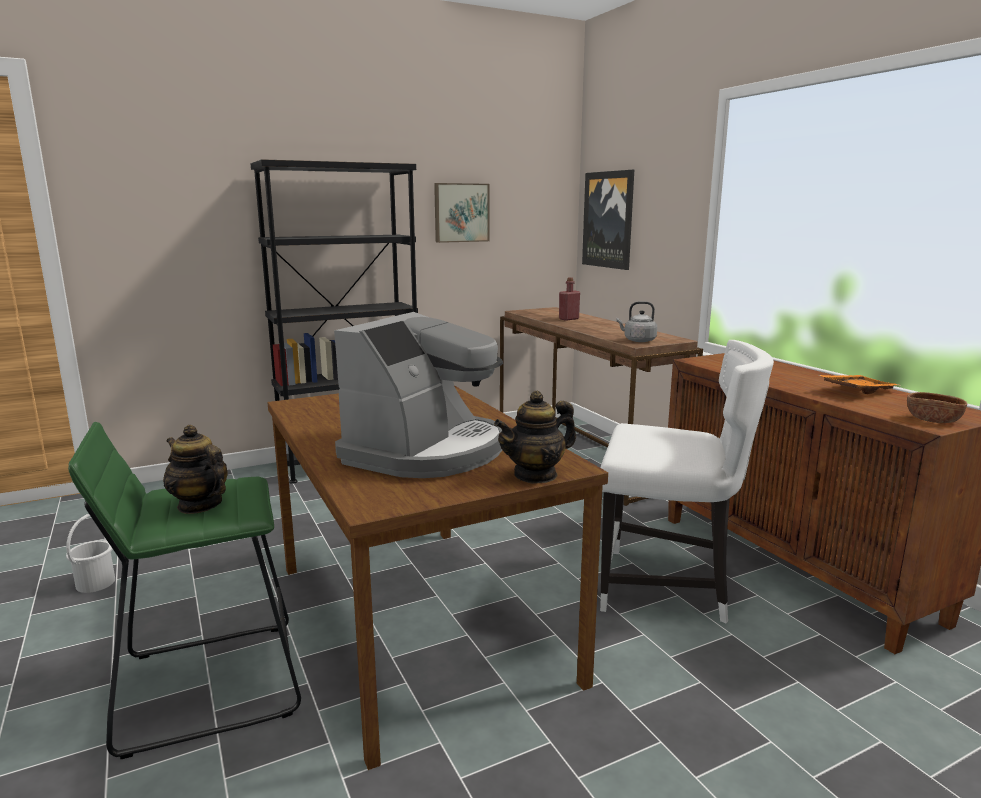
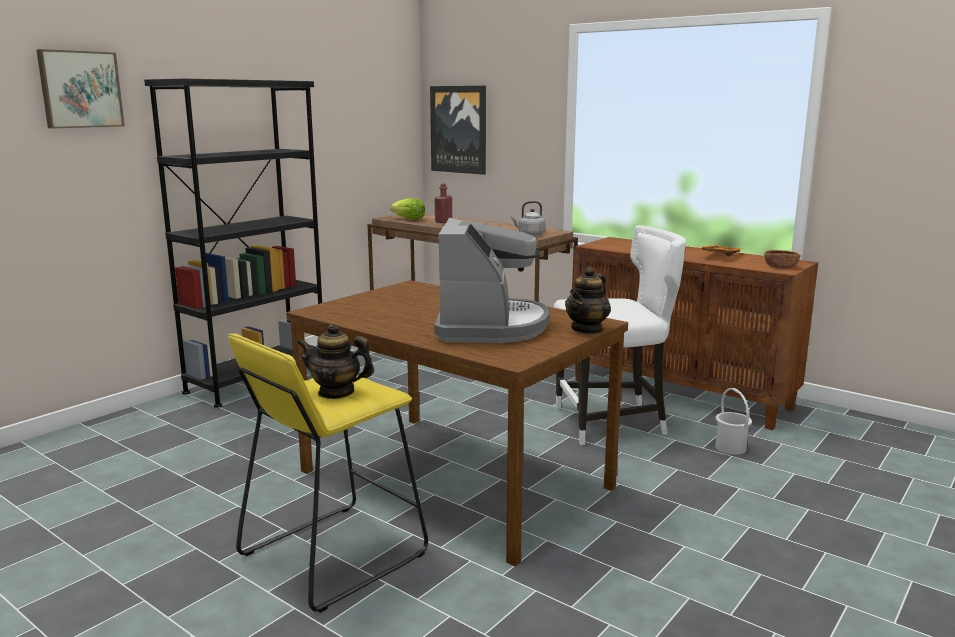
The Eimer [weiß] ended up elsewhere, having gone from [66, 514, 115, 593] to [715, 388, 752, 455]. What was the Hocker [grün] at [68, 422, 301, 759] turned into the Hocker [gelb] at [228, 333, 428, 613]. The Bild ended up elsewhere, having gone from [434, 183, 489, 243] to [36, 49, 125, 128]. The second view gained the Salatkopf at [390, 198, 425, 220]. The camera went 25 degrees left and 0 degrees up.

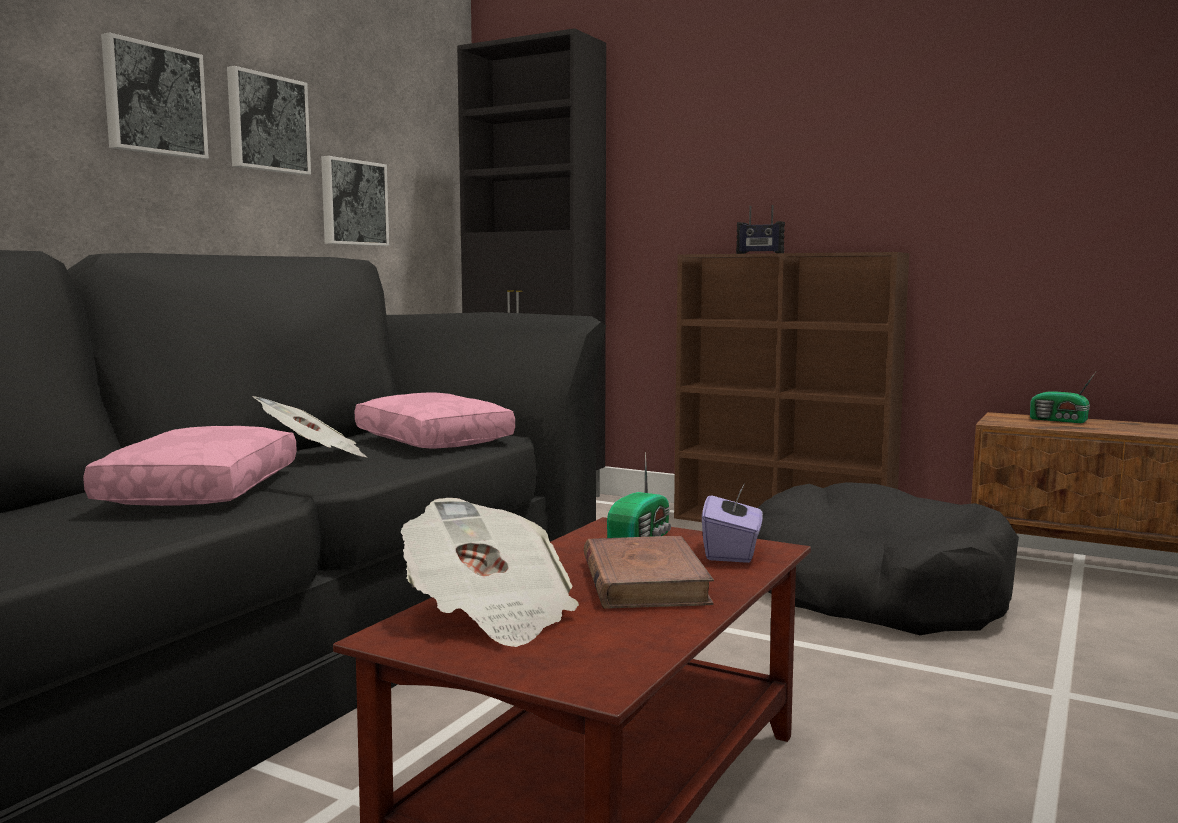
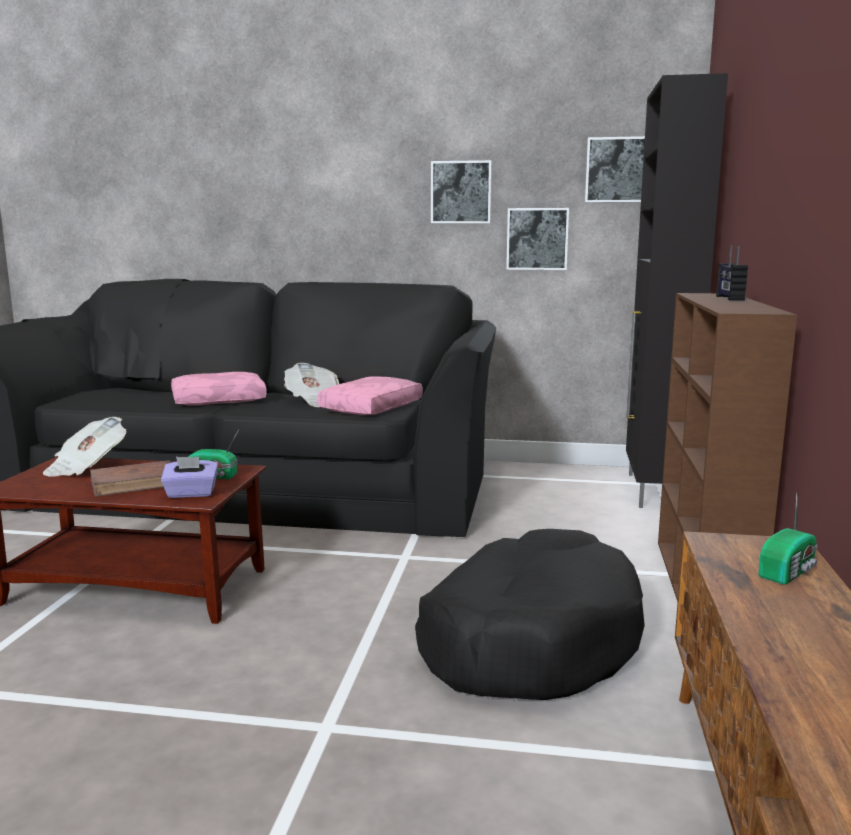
The Bild ended up elsewhere, having gone from [101, 32, 209, 160] to [585, 136, 645, 203]. The Radio at [1030, 372, 1096, 423] ended up facing another way, 150 degrees counterclockwise from before. The camera went 70 degrees right and 5 degrees up.

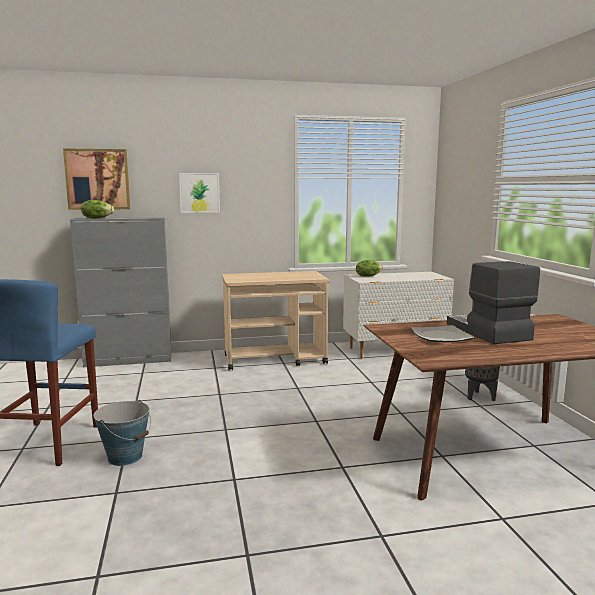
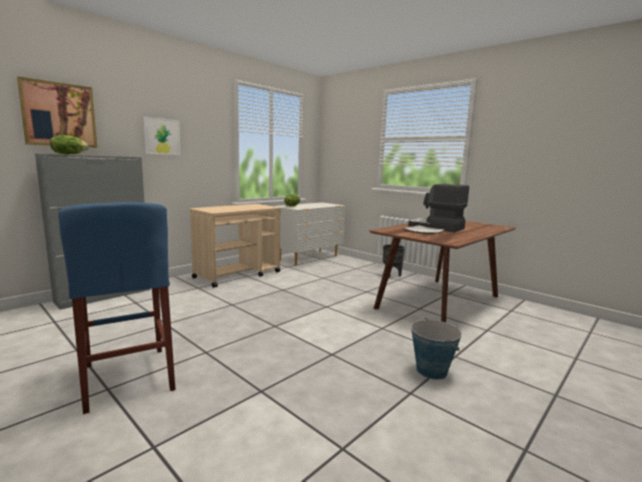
The Eimer ended up elsewhere, having gone from [94, 400, 151, 466] to [411, 318, 462, 380]. The camera went 35 degrees left and 0 degrees up.

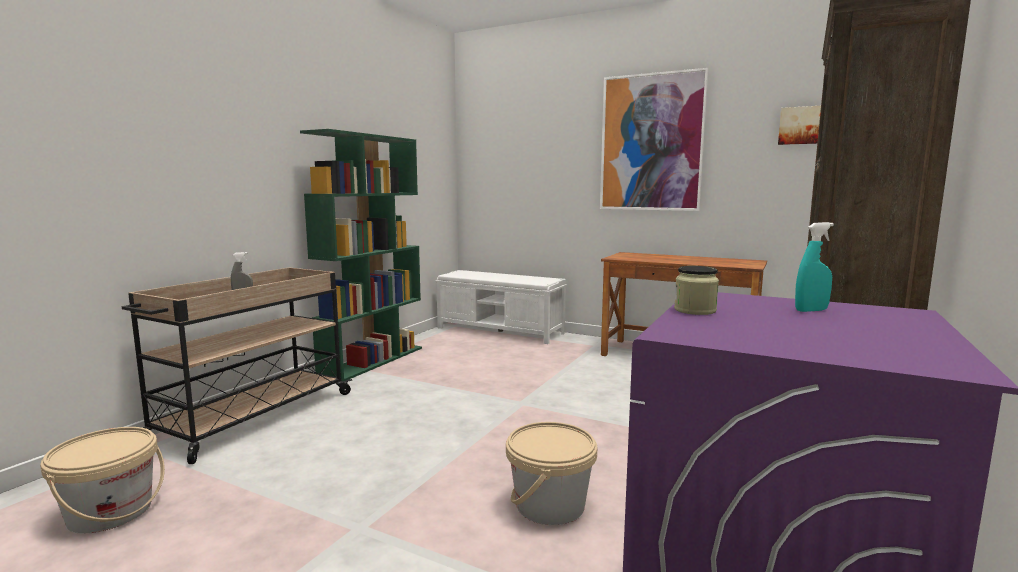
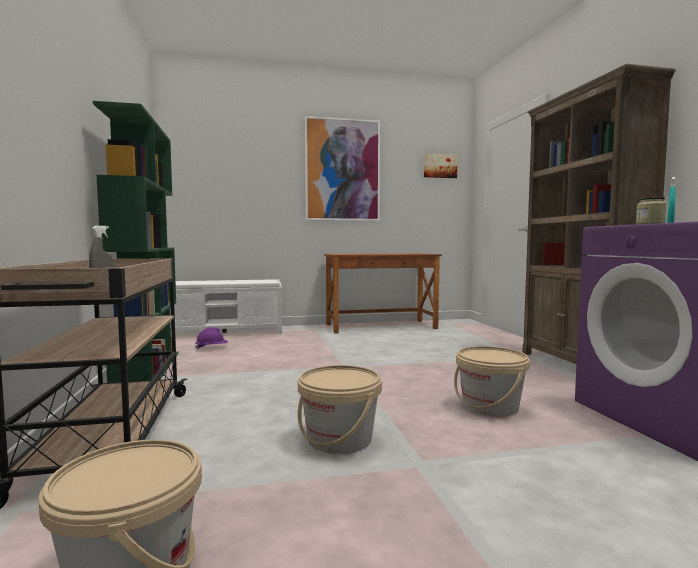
The second view gained the Schutzhelm [lila] at [195, 327, 228, 350]. The second view gained the Eimer [beige] at [298, 365, 382, 454]. The camera went 40 degrees left and 5 degrees down.

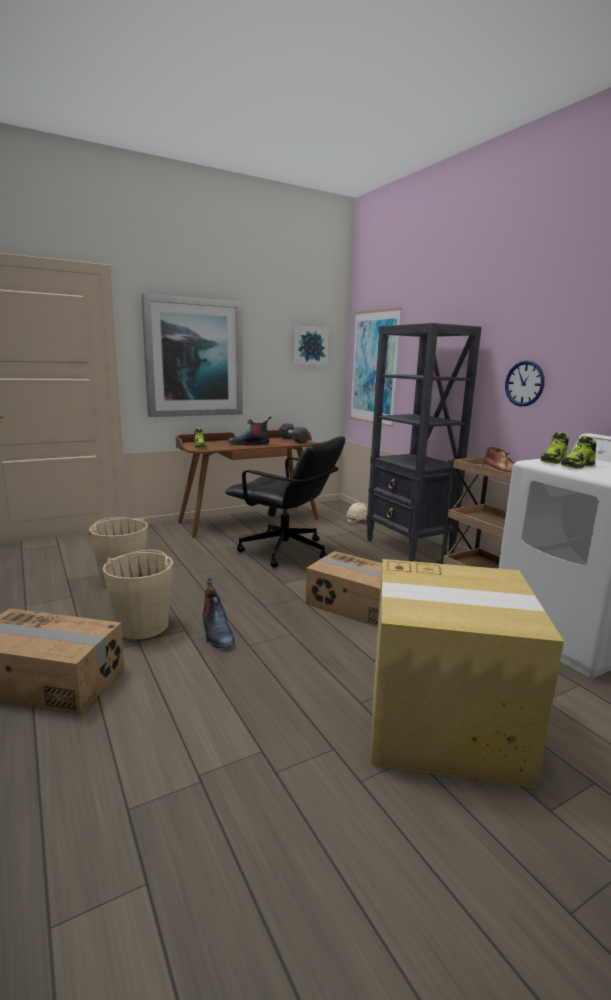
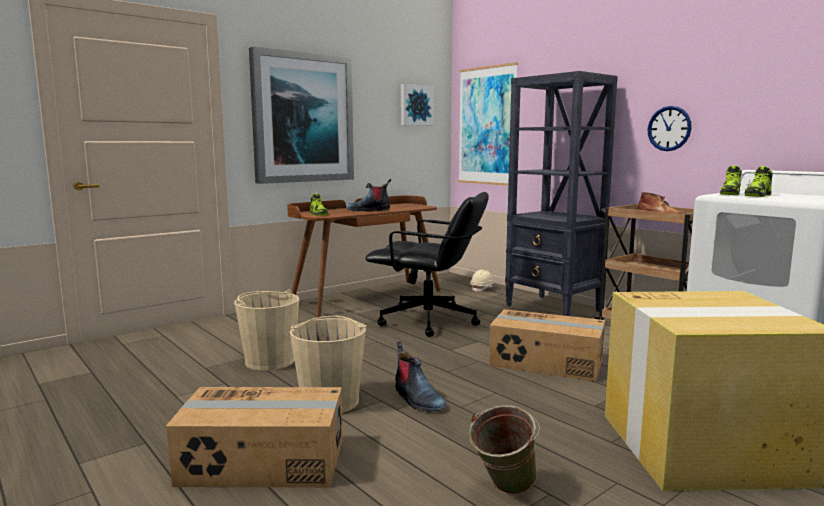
The second view lost the Hantel [schwarz] at [279, 423, 309, 444]. The second view gained the Eimer [grün] at [469, 405, 540, 495]. The camera went 10 degrees left and 5 degrees down.

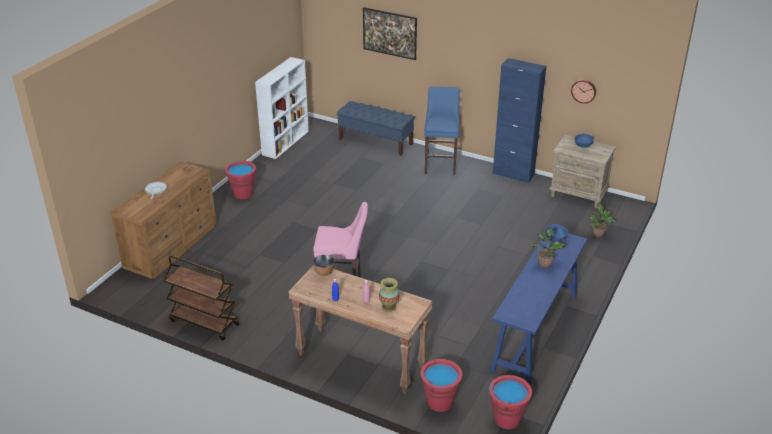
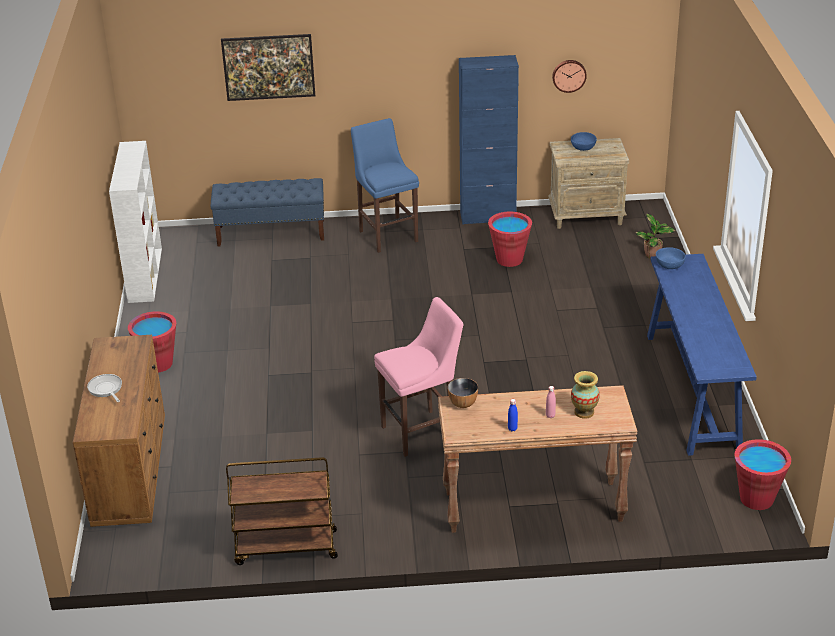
The Eimer [rot] ended up elsewhere, having gone from [421, 359, 462, 412] to [488, 211, 532, 267]. The second view lost the Topfpflanze at [530, 228, 564, 268]. The camera went 30 degrees left and 0 degrees up.

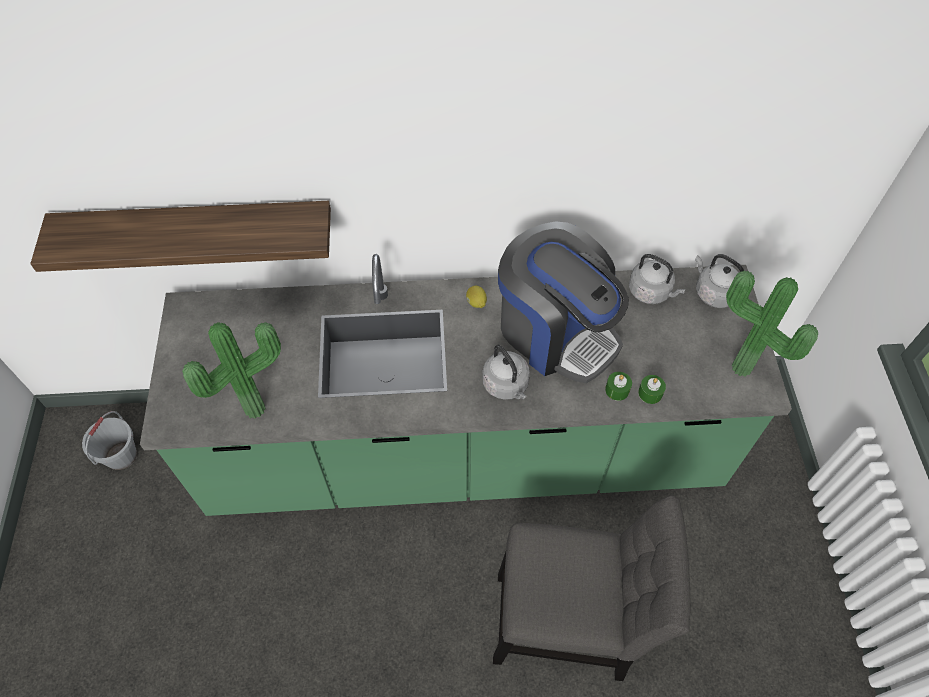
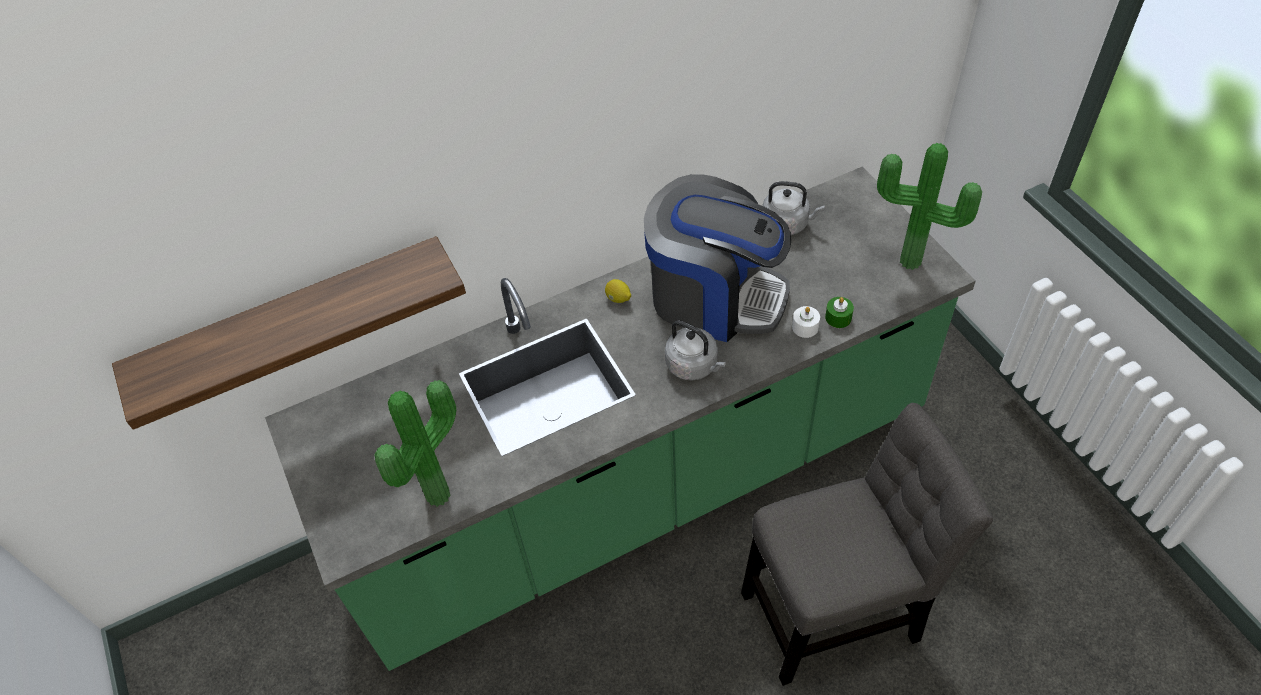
The second view lost the Eimer [grau] at [82, 411, 137, 470]. What was the Kerze [grün] at [605, 372, 632, 401] turned into the Kerze [weiß] at [792, 306, 820, 338]. The second view lost the Wasserkessel [grau] at [695, 254, 744, 308]. The camera went 20 degrees left and 5 degrees down.

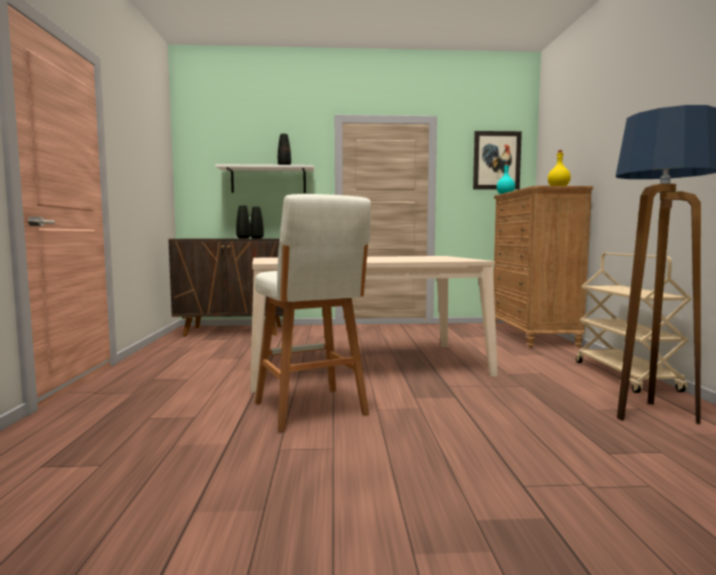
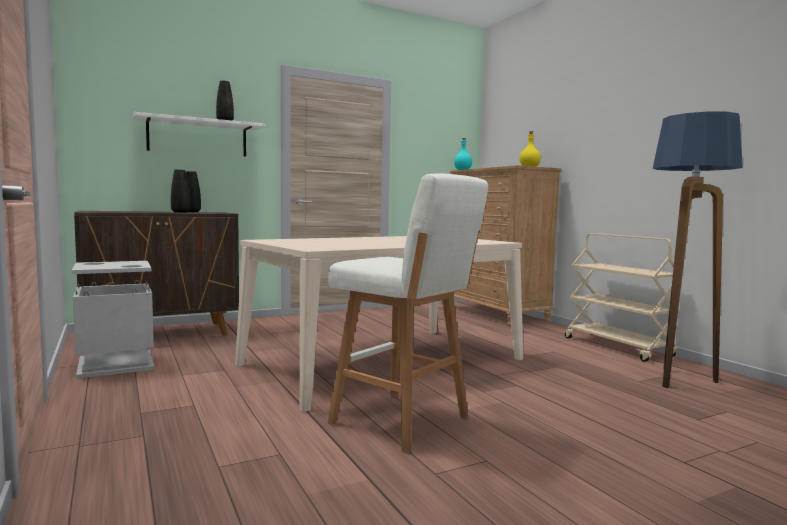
The second view lost the Bild at [473, 131, 522, 190]. The second view gained the Mülleimer [grau] at [71, 261, 154, 379]. The camera went 25 degrees left and 0 degrees up.

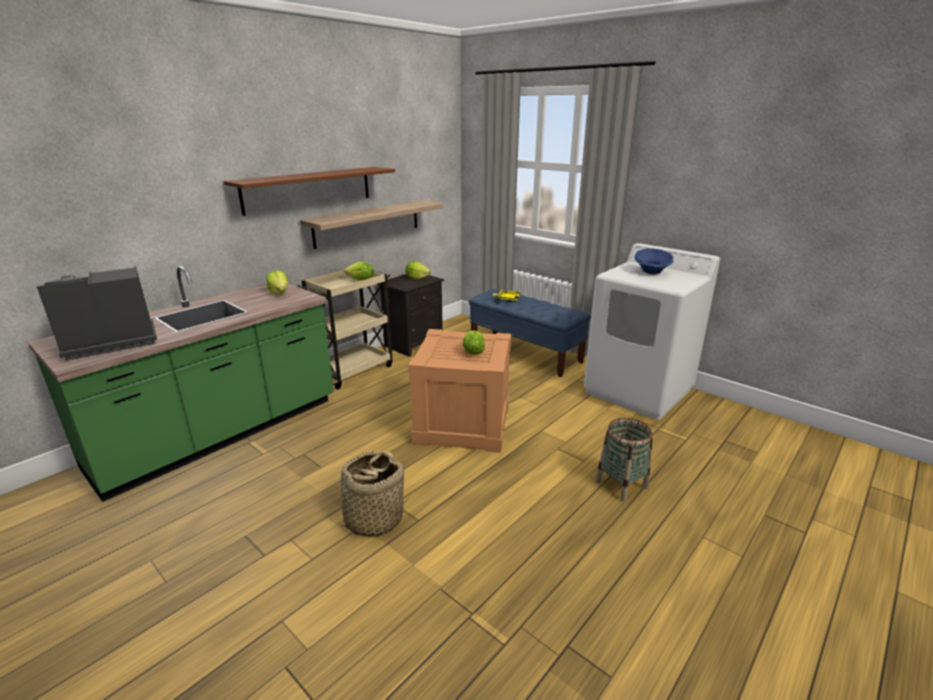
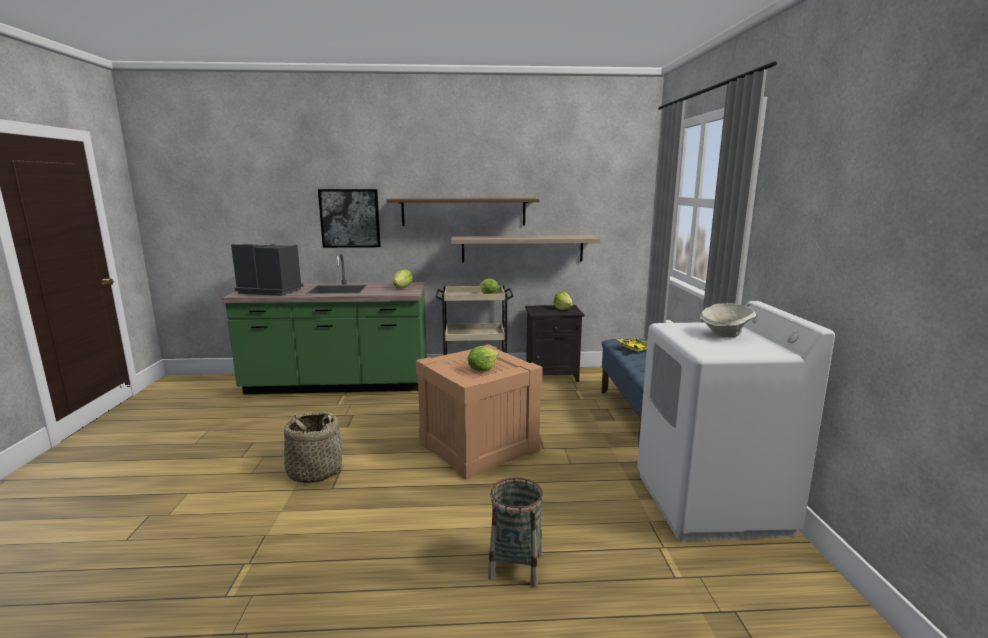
What was the Schüssel [blau] at [634, 248, 673, 274] turned into the Schüssel [beige] at [700, 303, 756, 337]. The second view gained the Bild at [318, 189, 381, 248]. The camera went 45 degrees right and 10 degrees down.

